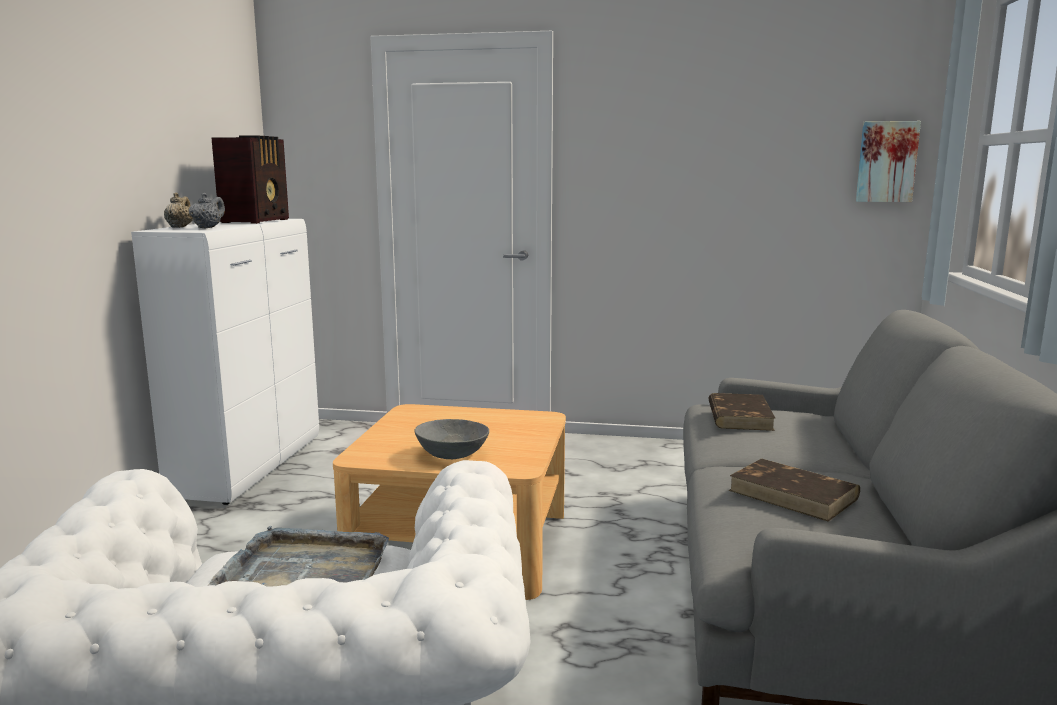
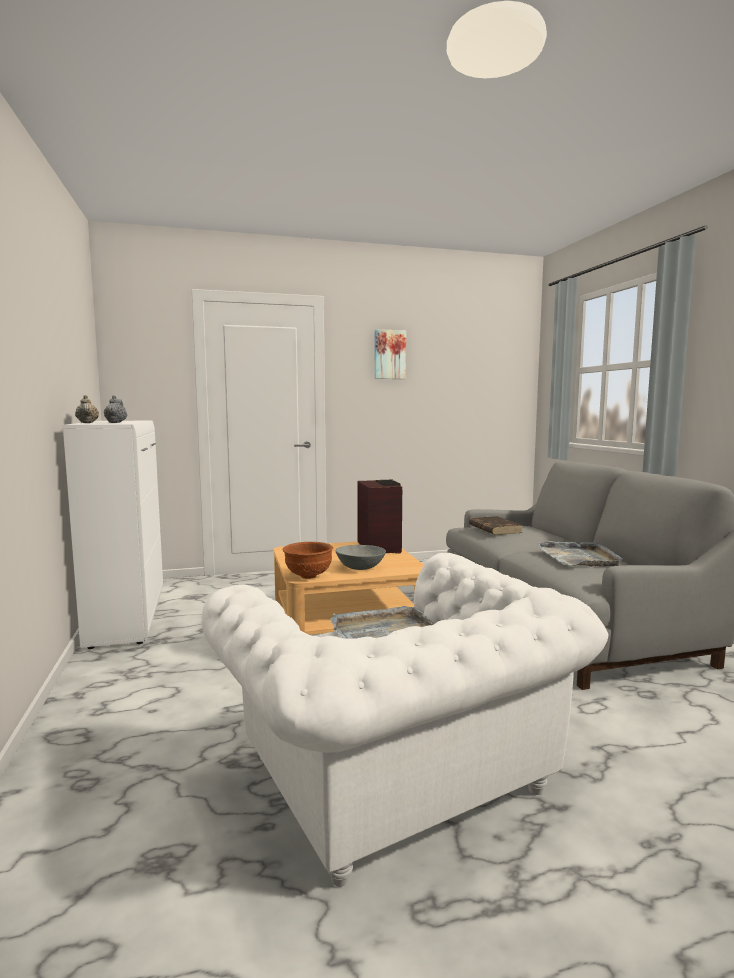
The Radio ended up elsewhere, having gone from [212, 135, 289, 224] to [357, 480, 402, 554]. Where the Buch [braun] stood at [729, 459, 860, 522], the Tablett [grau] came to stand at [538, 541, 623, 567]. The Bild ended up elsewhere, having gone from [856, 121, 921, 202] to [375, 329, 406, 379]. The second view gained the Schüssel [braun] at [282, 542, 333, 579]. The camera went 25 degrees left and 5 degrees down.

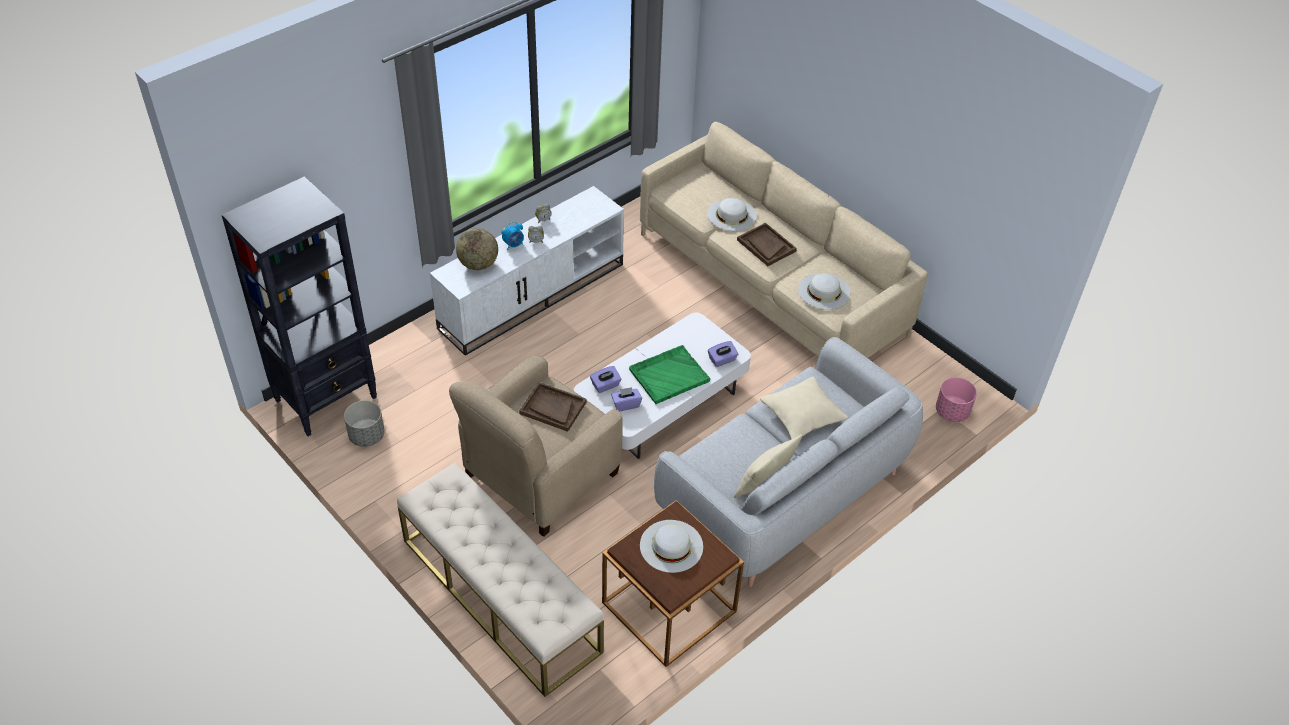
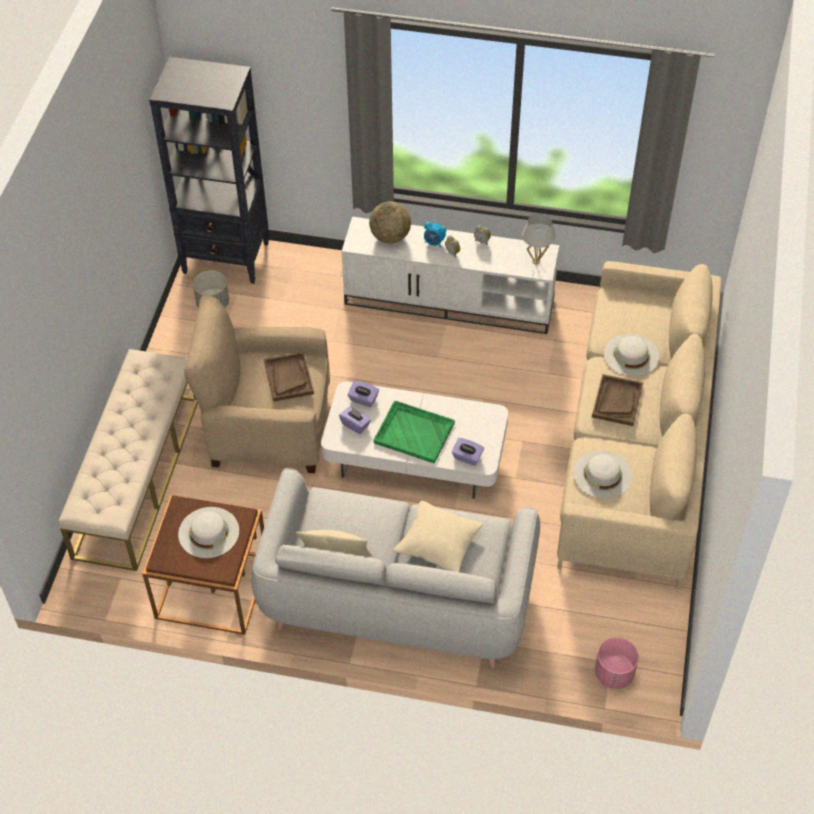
The second view gained the Tischlampe [weiß] at [522, 213, 556, 264]. The camera went 55 degrees right and 5 degrees up.

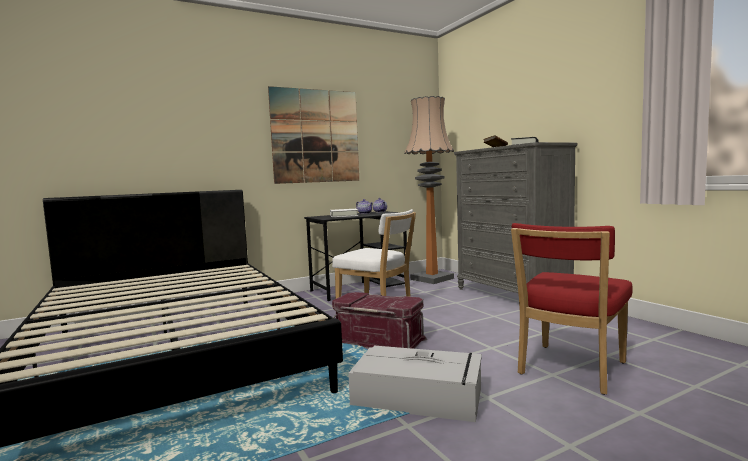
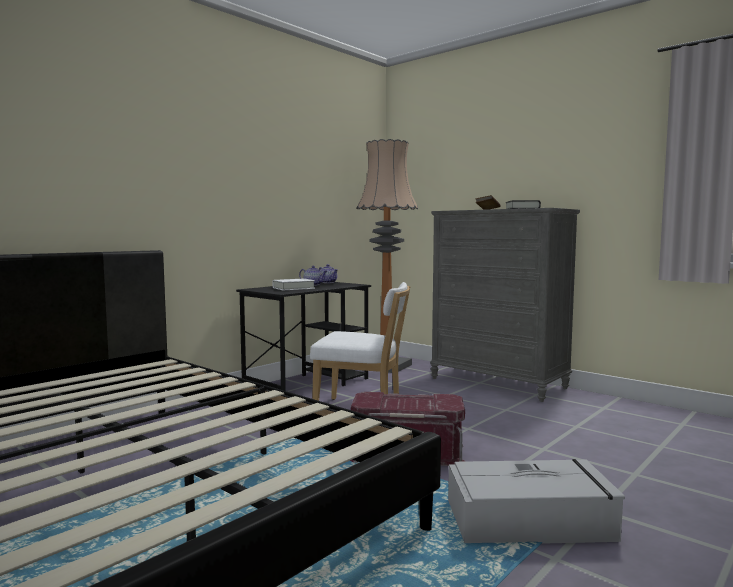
The second view lost the Bild at [268, 86, 359, 184]. The second view lost the Stuhl [rot] at [511, 223, 633, 395]. The camera went 20 degrees left and 0 degrees up.

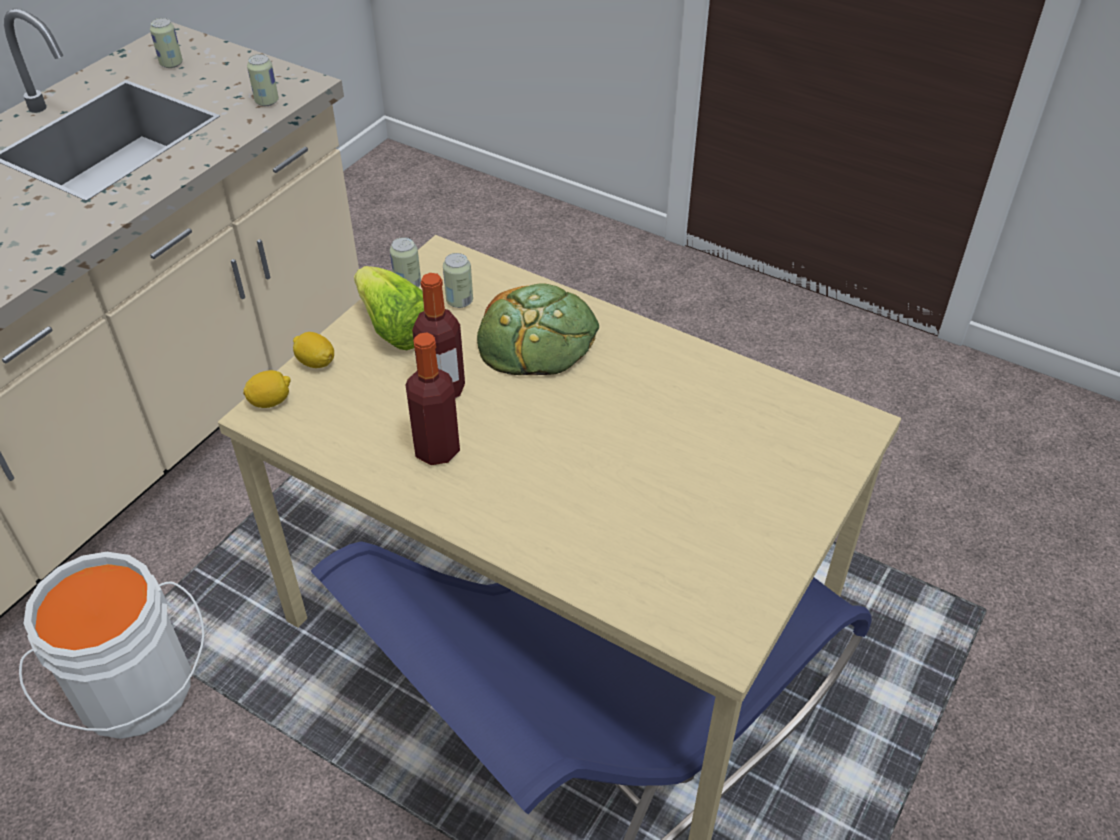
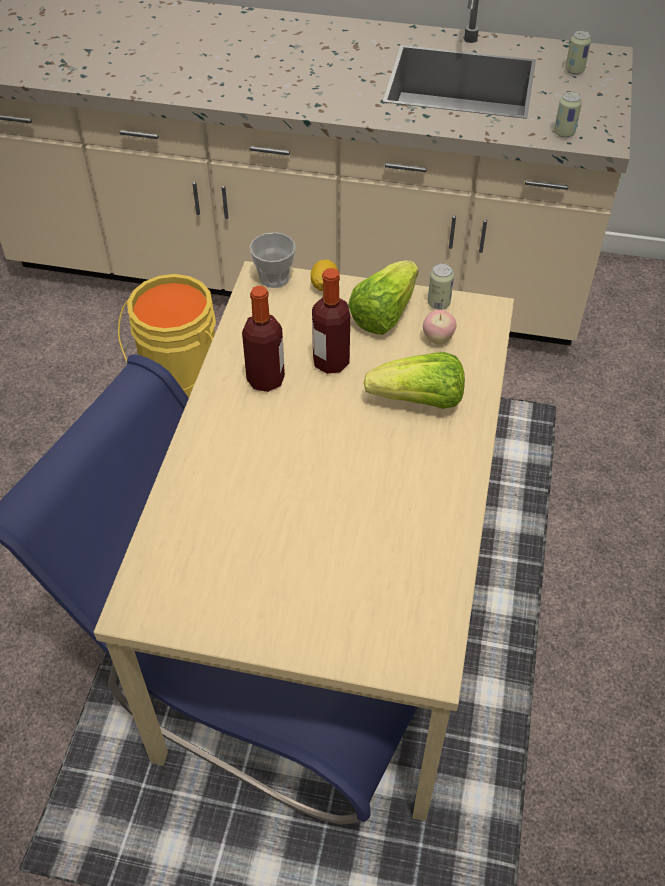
What was the Eimer [weiß] at [19, 552, 204, 739] turned into the Eimer [gelb] at [118, 274, 216, 398]. Where the Zitrone stood at [243, 370, 291, 408], the Tasse came to stand at [250, 232, 296, 288]. Where the Dose stood at [443, 253, 473, 308], the Apfel came to stand at [423, 310, 456, 345]. Where the Brot stood at [477, 283, 599, 375], the Salatkopf came to stand at [364, 352, 465, 409]. The camera went 70 degrees right and 5 degrees up.

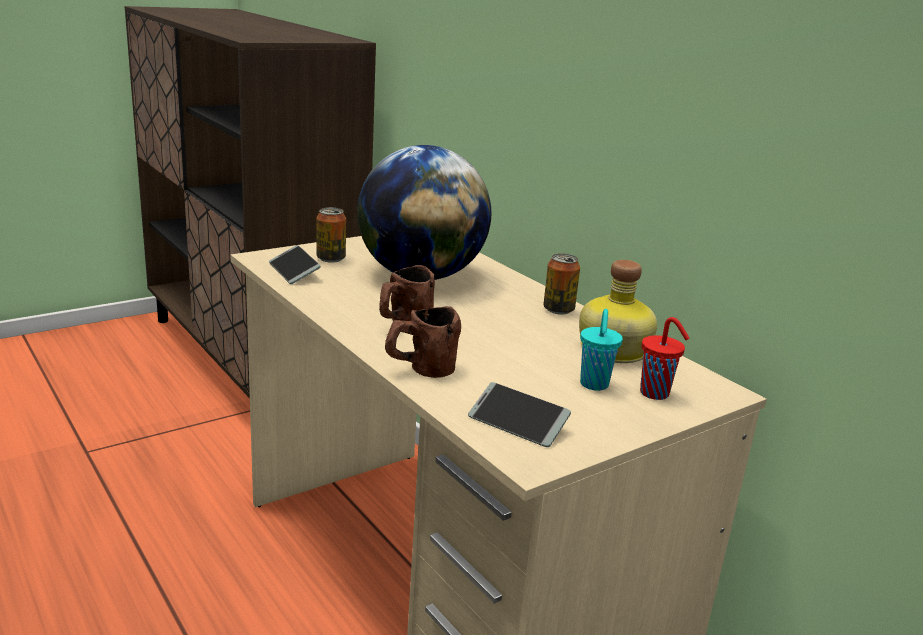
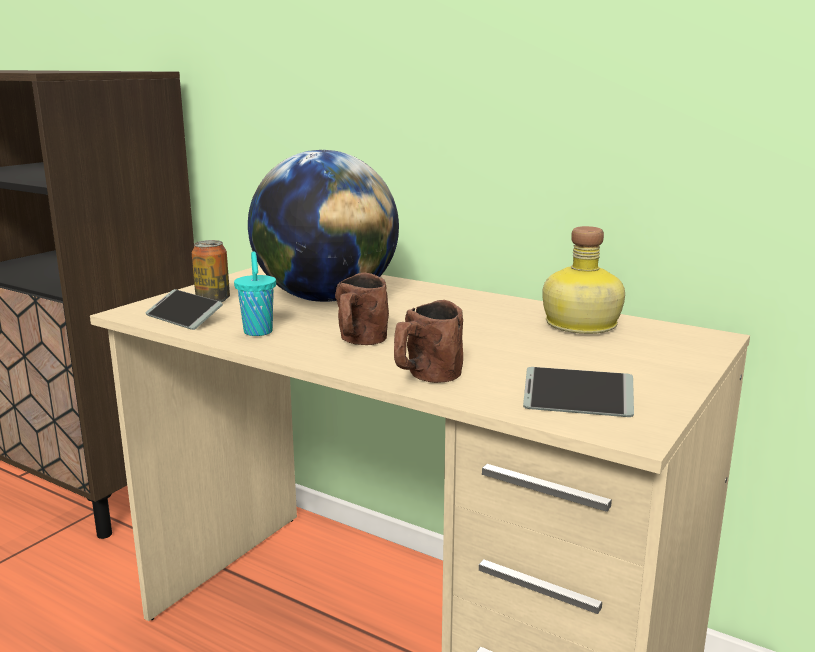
The second view lost the Dose at [543, 253, 580, 315]. The Tasse [türkis] ended up elsewhere, having gone from [580, 309, 623, 391] to [234, 251, 276, 336]. The second view lost the Tasse [rot] at [640, 317, 690, 400]. The camera went 20 degrees left and 5 degrees down.

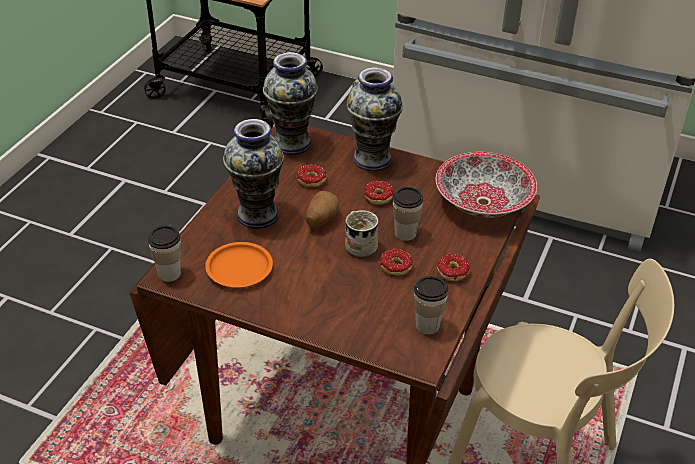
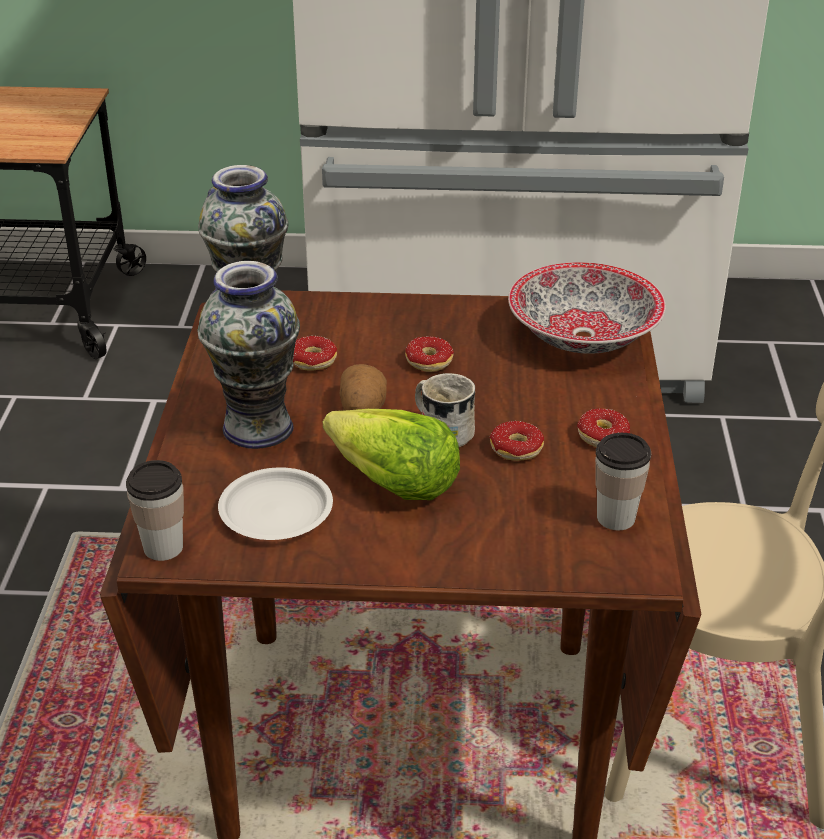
What was the Teller [orange] at [205, 242, 273, 287] turned into the Teller [weiß] at [218, 467, 333, 540]. The second view lost the Vase at [347, 67, 403, 171]. The second view lost the Tasse at [393, 187, 423, 241]. The second view gained the Salatkopf at [323, 409, 460, 500]. The camera went 20 degrees left and 5 degrees down.

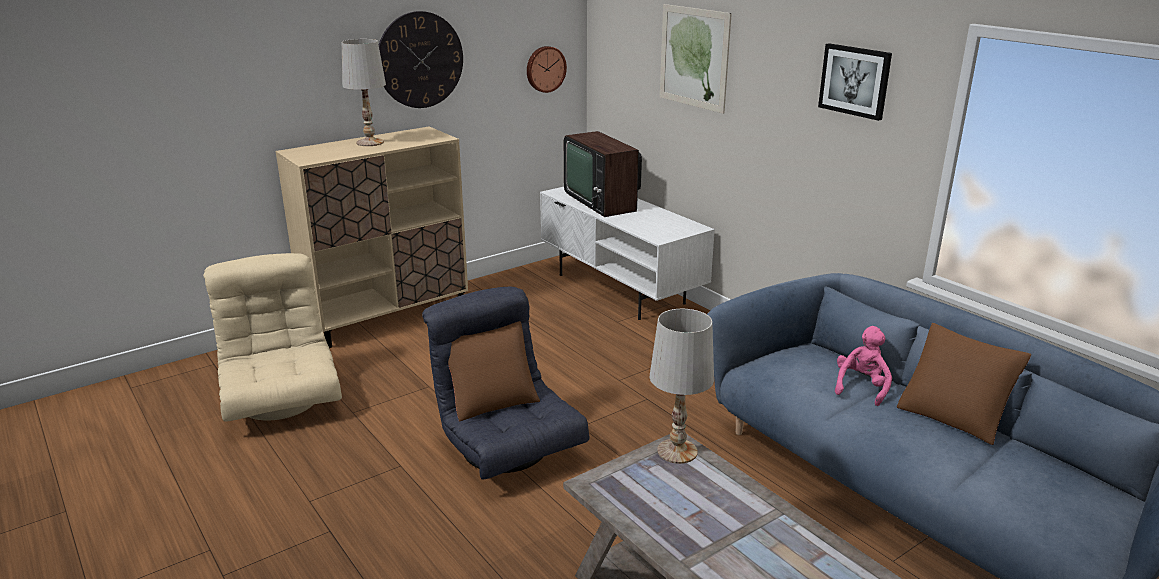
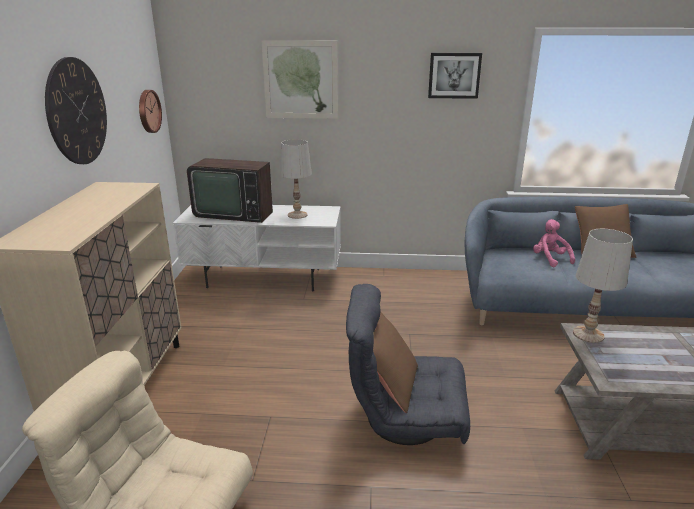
The Tischlampe [weiß] ended up elsewhere, having gone from [342, 39, 386, 146] to [280, 139, 312, 219]. The camera went 50 degrees left and 0 degrees up.

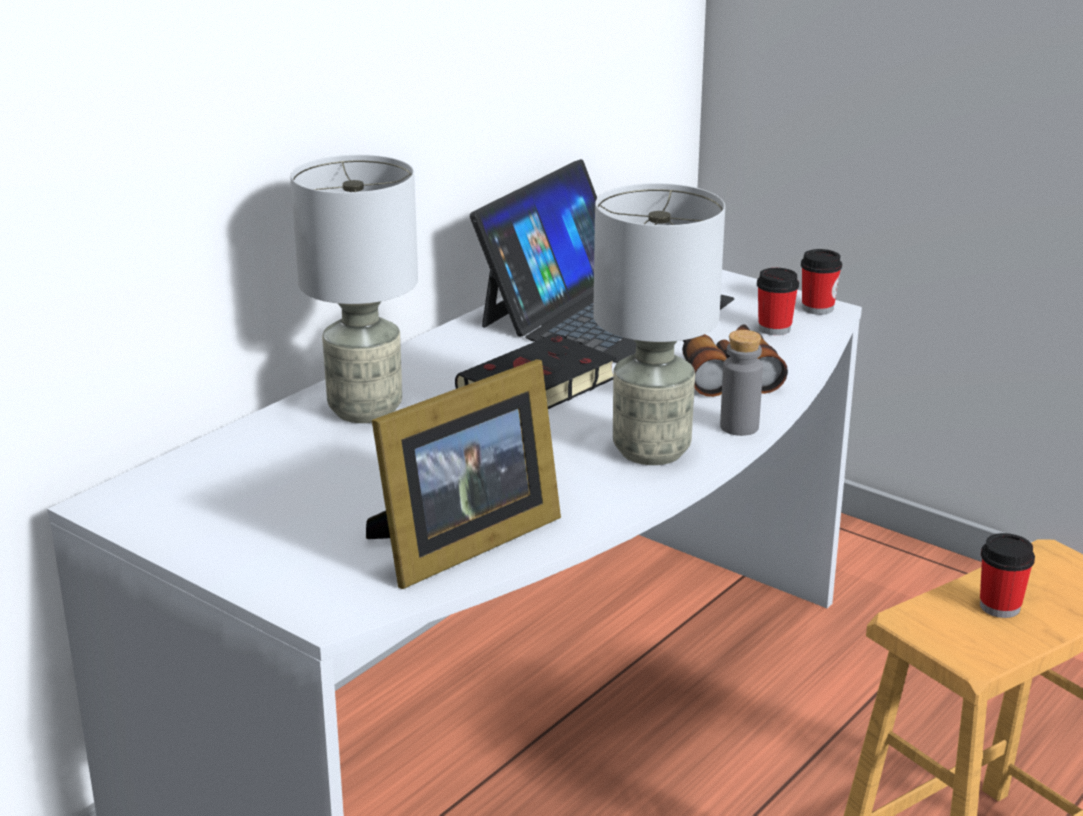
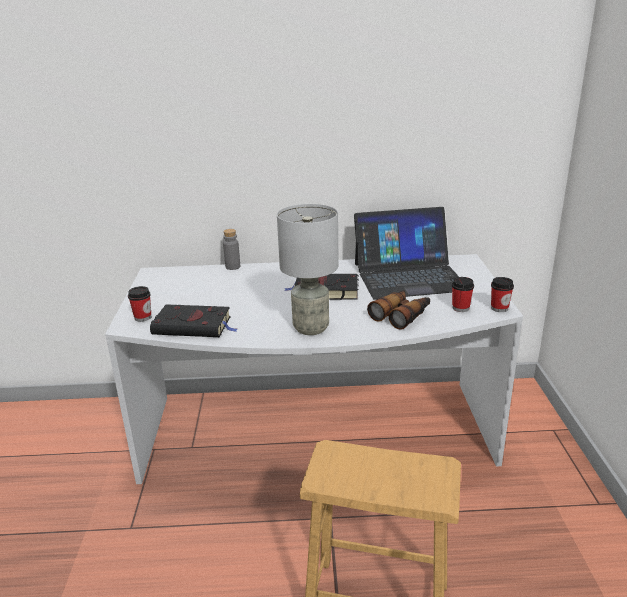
The second view lost the Tischlampe [grau] at [290, 155, 418, 423]. Where the Bilderrahmen stood at [366, 359, 561, 589], the Buch [schwarz] came to stand at [150, 304, 237, 337]. The Flasche [grau] ended up elsewhere, having gone from [720, 330, 763, 436] to [223, 229, 240, 270]. The Tasse ended up elsewhere, having gone from [980, 533, 1035, 618] to [128, 286, 151, 322]. The camera went 50 degrees right and 0 degrees up.

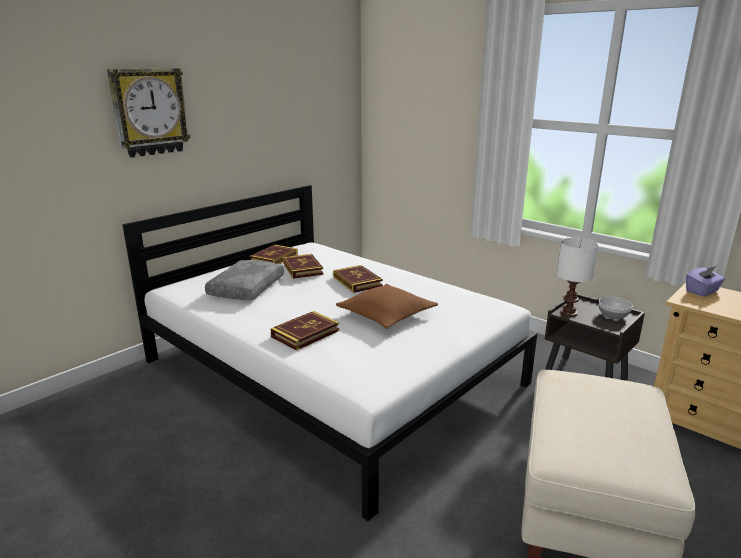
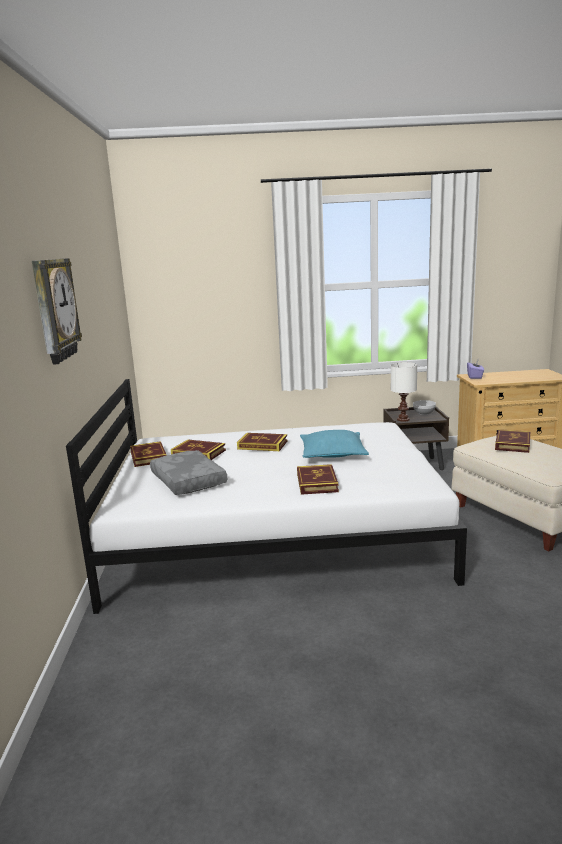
What was the Kissen [braun] at [336, 284, 438, 329] turned into the Kissen [türkis] at [300, 430, 369, 458]. The second view gained the Buch at [495, 429, 530, 453]. The camera went 45 degrees left and 5 degrees down.

